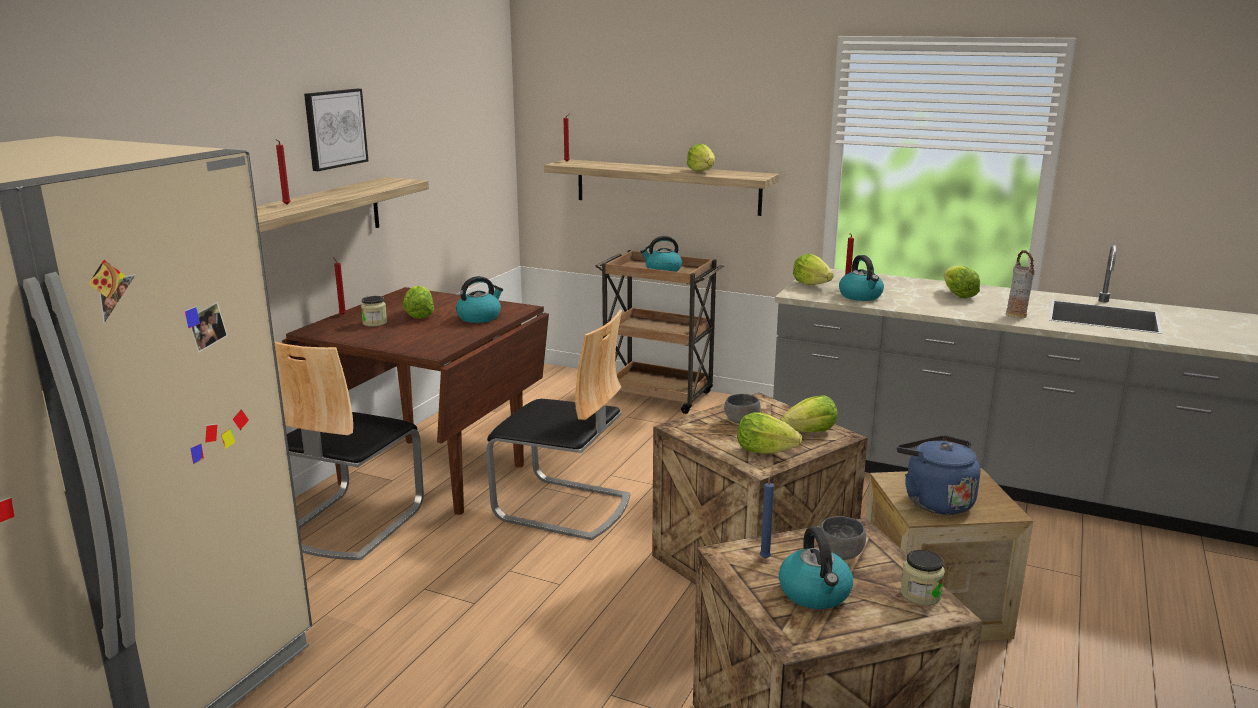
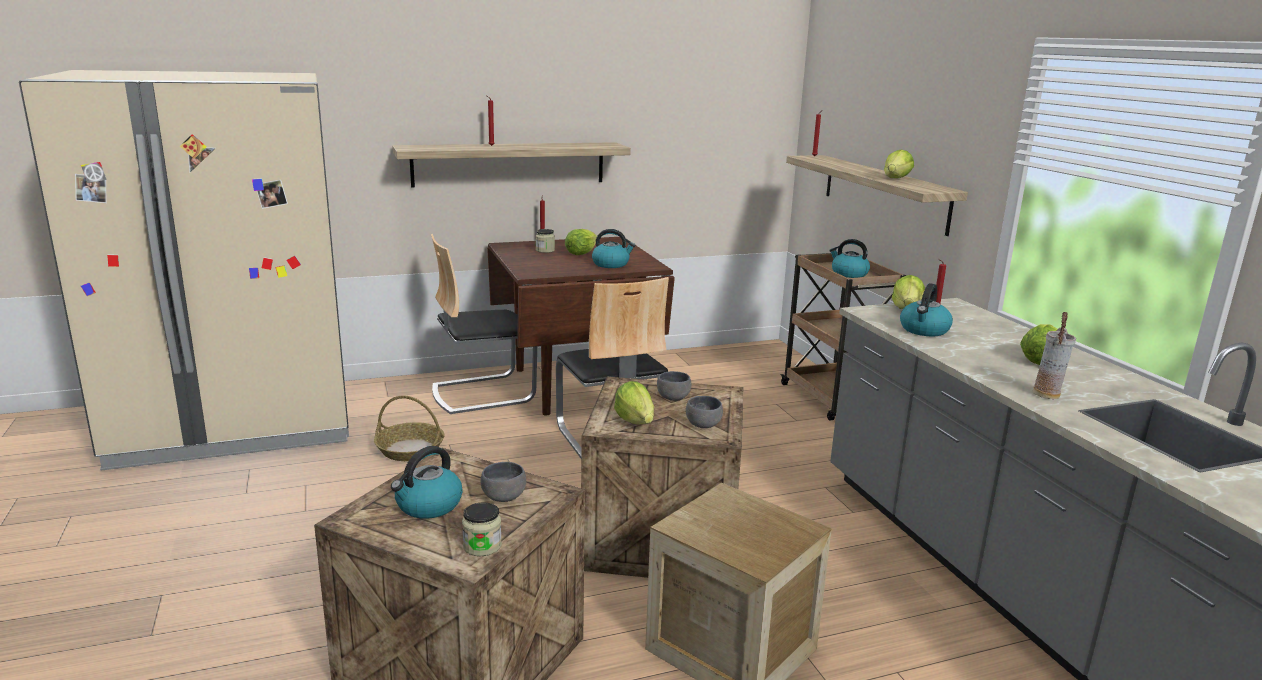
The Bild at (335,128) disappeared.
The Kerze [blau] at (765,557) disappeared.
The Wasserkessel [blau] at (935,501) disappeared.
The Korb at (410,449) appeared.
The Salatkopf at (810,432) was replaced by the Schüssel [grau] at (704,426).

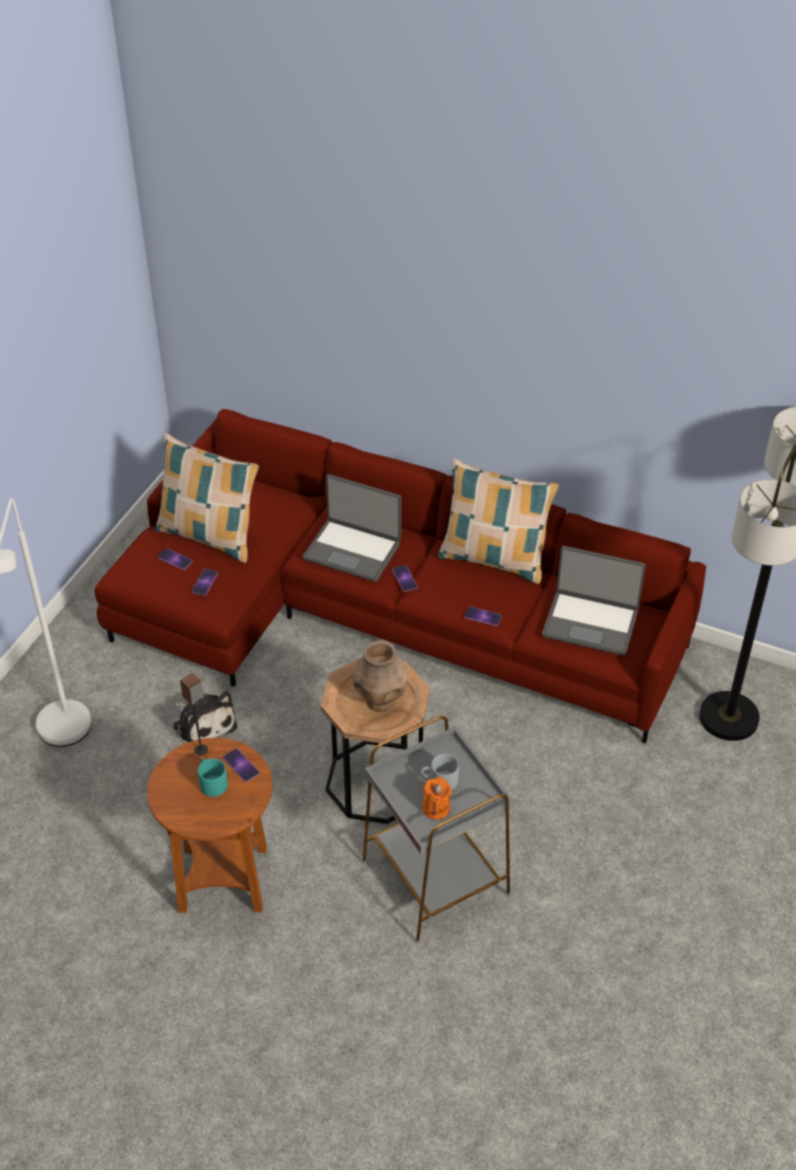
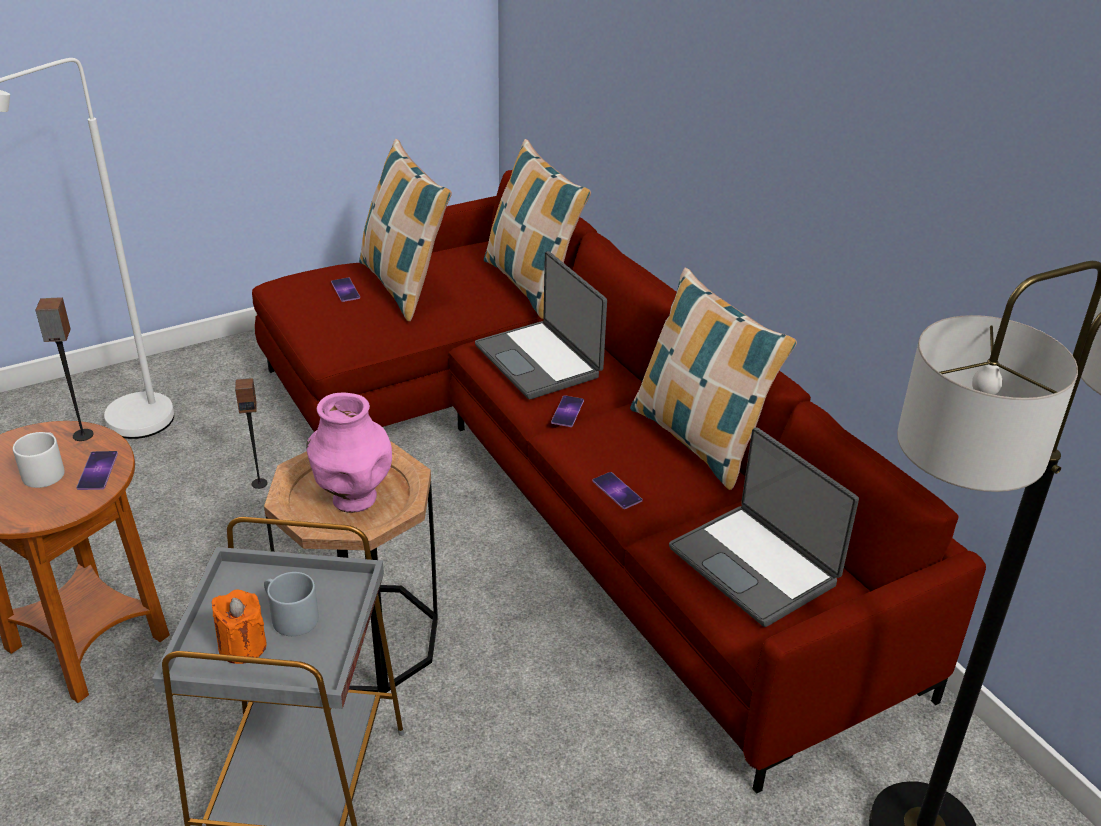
The Handy at (205,582) disappeared.
The Kissen at (531,285) appeared.
The Plüschtier at (203,724) was replaced by the Lautsprecher at (259,483).
The Henkelbecher [türkis] at (211,782) became the Henkelbecher [weiß] at (45,470).
The Vase [braun] at (380,702) became the Vase [rosa] at (353,499).

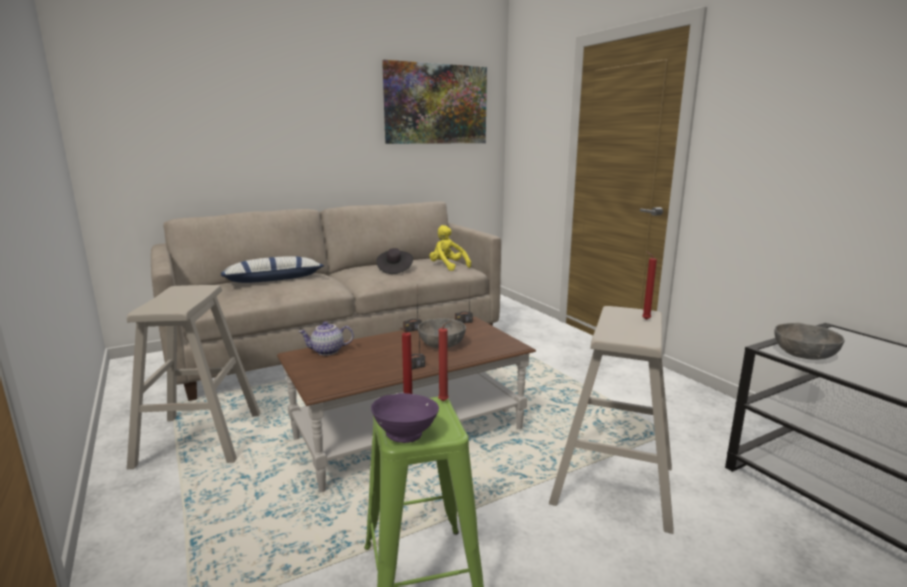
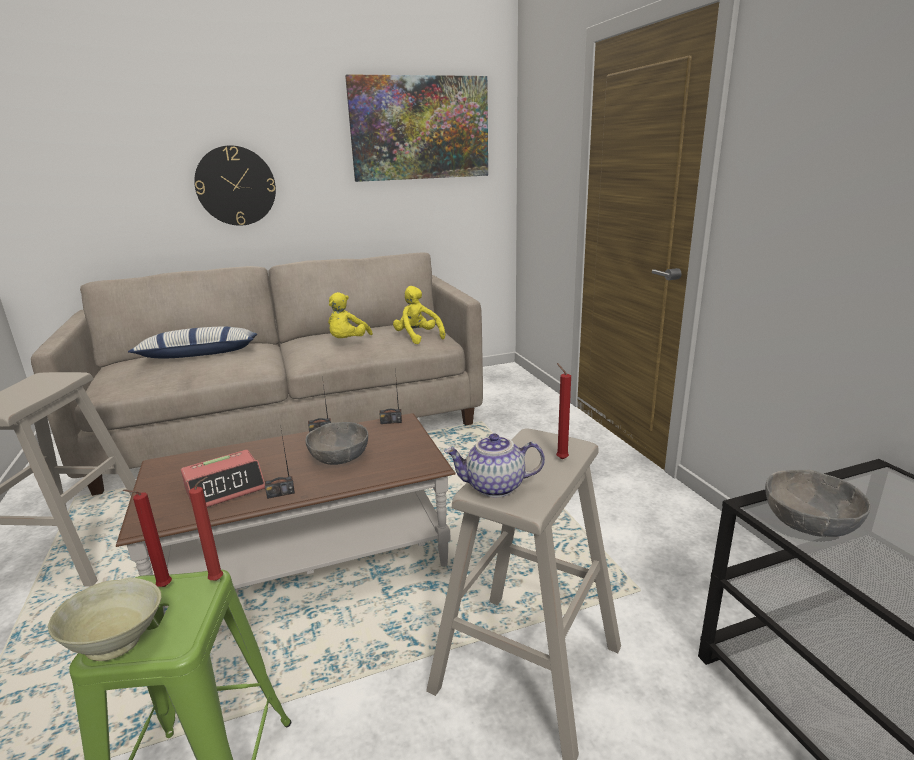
The Wecker at (225,488) appeared.
The Wanduhr at (236,186) appeared.
The Teekanne moved from (327,351) to (494,487).
The Hut [schwarz] at (394,270) was replaced by the Plüschtier [gelb] at (348,342).
The Schüssel [lila] at (406,434) became the Schüssel [beige] at (118,642).

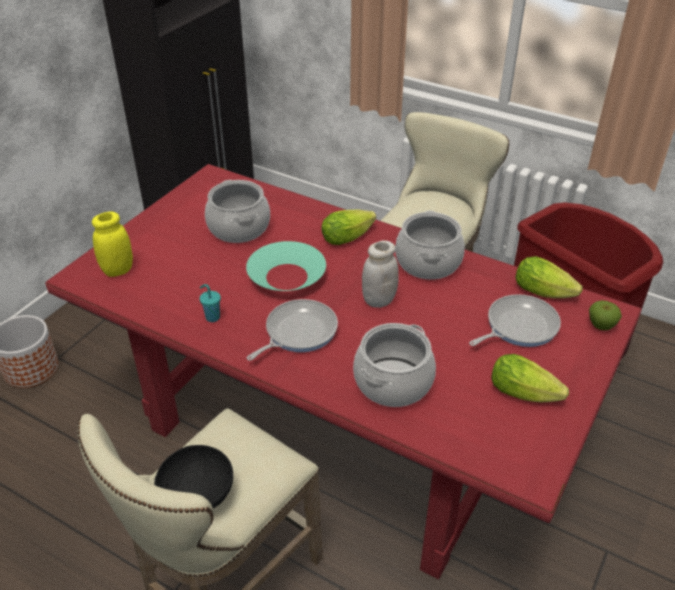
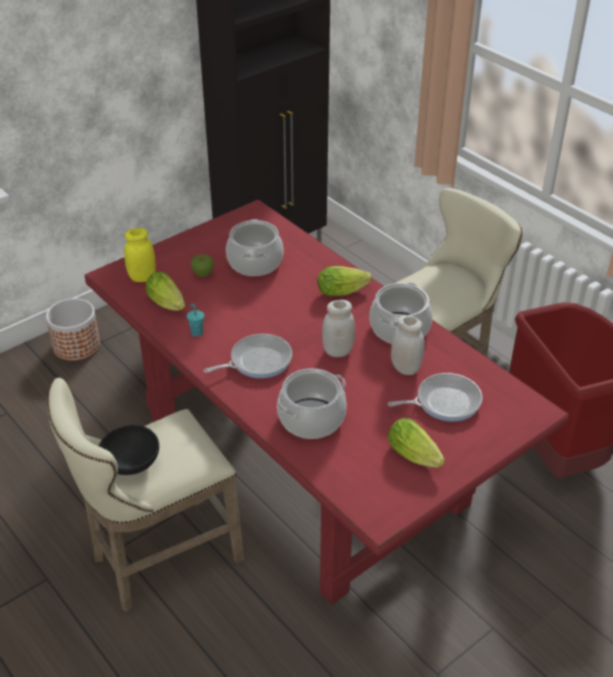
The Schüssel [türkis] at (286,276) disappeared.
The Vorratsglas [weiß] at (405,368) appeared.
The Salatkopf moved from (546,292) to (168,304).
The Apfel moved from (601,326) to (203,274).

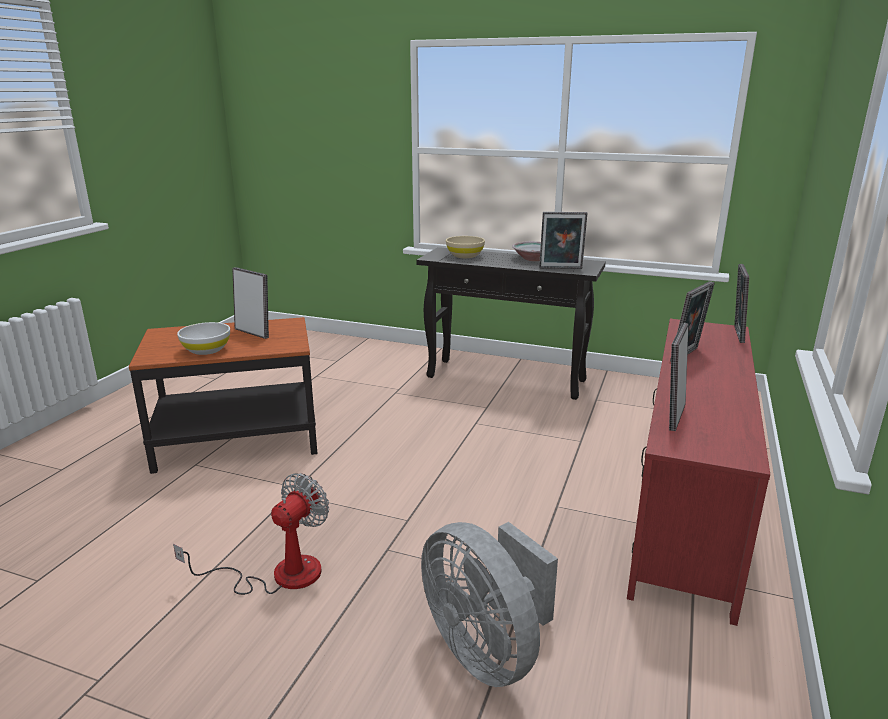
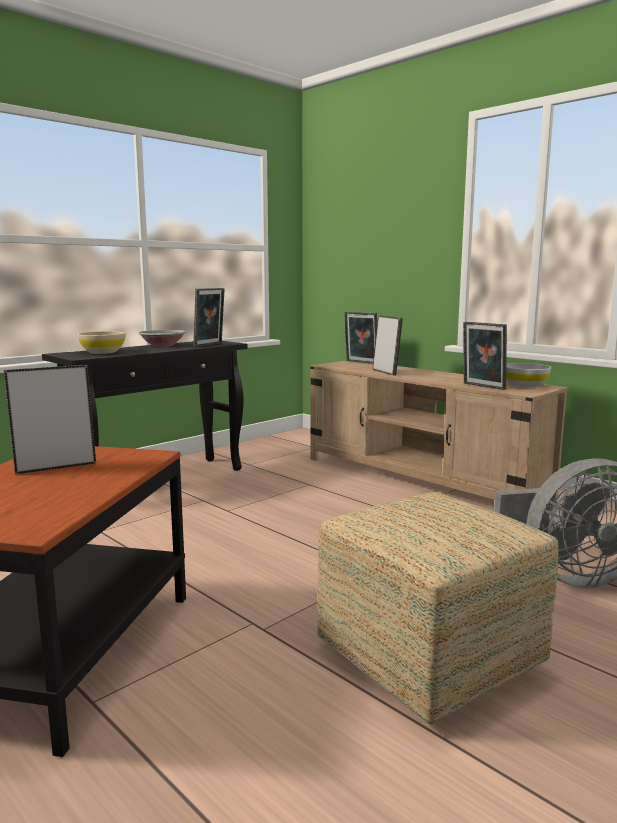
The Schüssel [weiß] moved from (206,350) to (524,385).
The Ventilator at (279,574) was replaced by the Polsterhocker at (428,659).
The Fernsehschrank [rot] at (686,501) became the Fernsehschrank [beige] at (421,478).

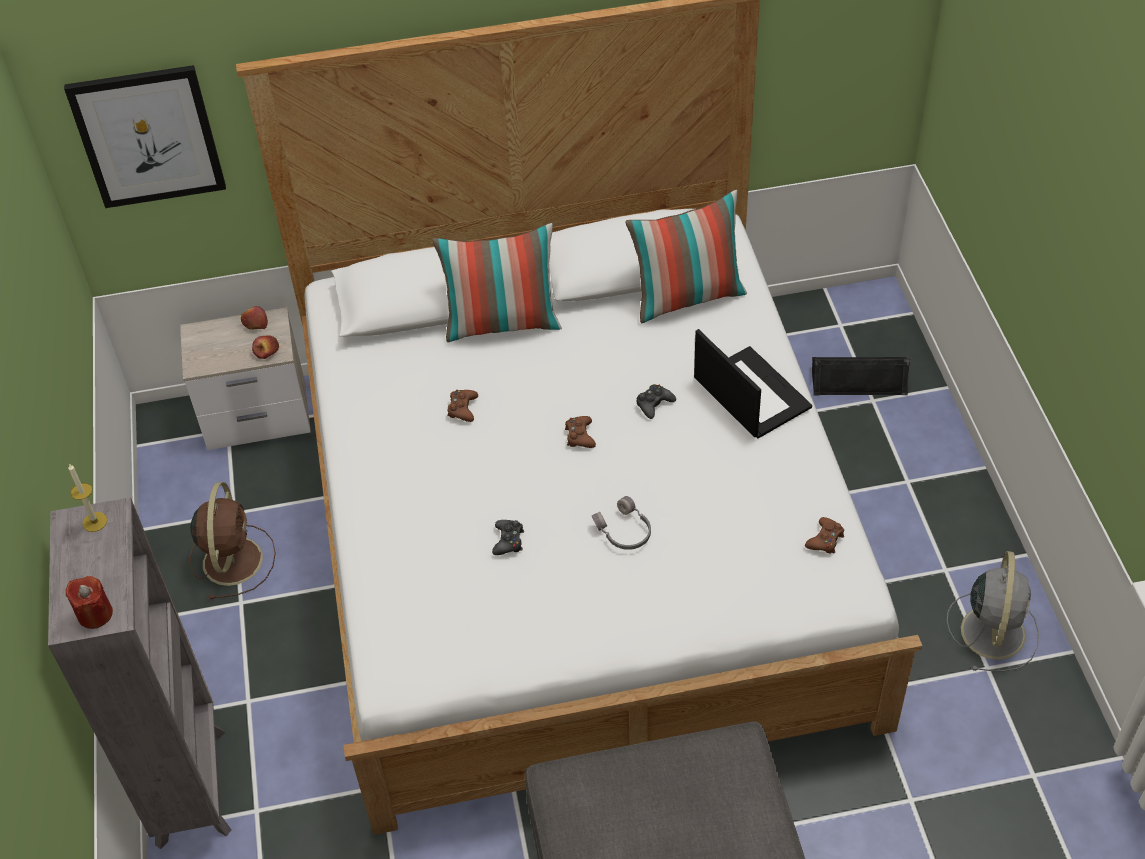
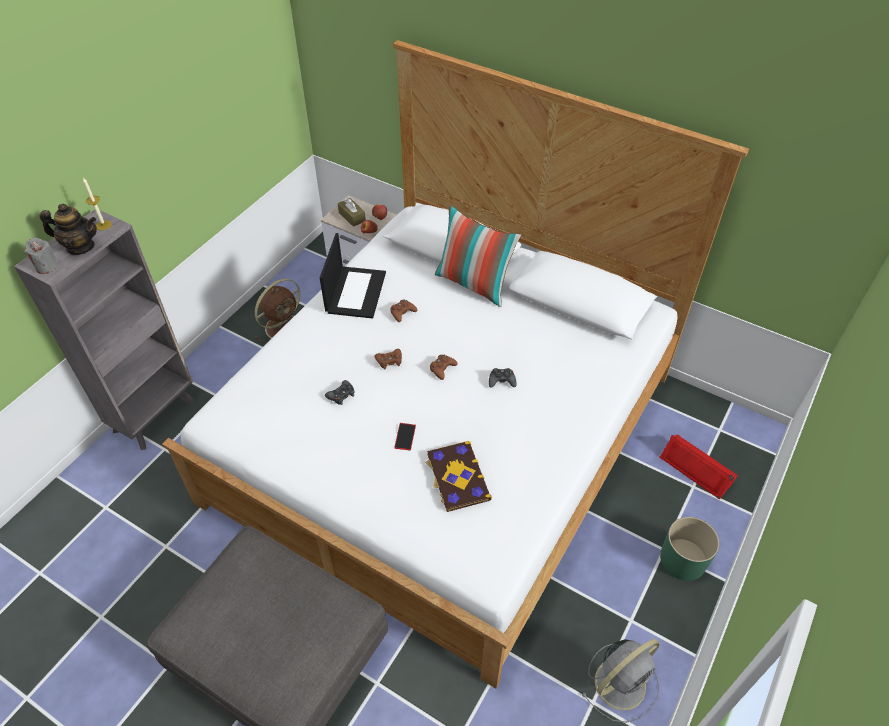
The Bild at (148,136) disappeared.
The Kissen at (687,297) disappeared.
The Teekanne at (80,246) appeared.
The Taschentuchbox [braun] at (352,217) appeared.
The Buch at (457,477) appeared.
The Pflanzkübel [grün] at (682,559) appeared.
The Laptop moved from (750,393) to (355,292).
The Gamepad [braun] moved from (825,540) to (389,361).
The Kopfhörer [grau] at (624,531) was replaced by the Handy at (405,436).
The Kerze [rot] at (95,614) became the Kerze [grau] at (47,266).
The Lautsprecher [schwarz] at (858,379) became the Lautsprecher [rot] at (697,468).

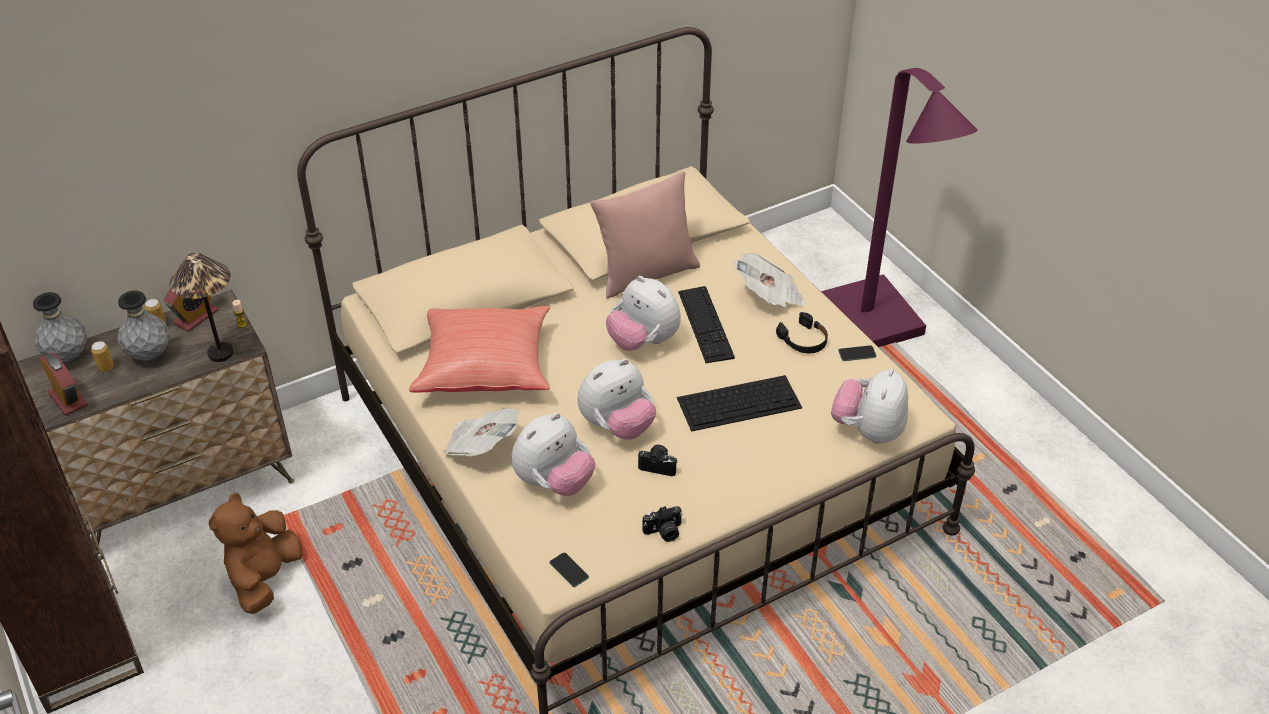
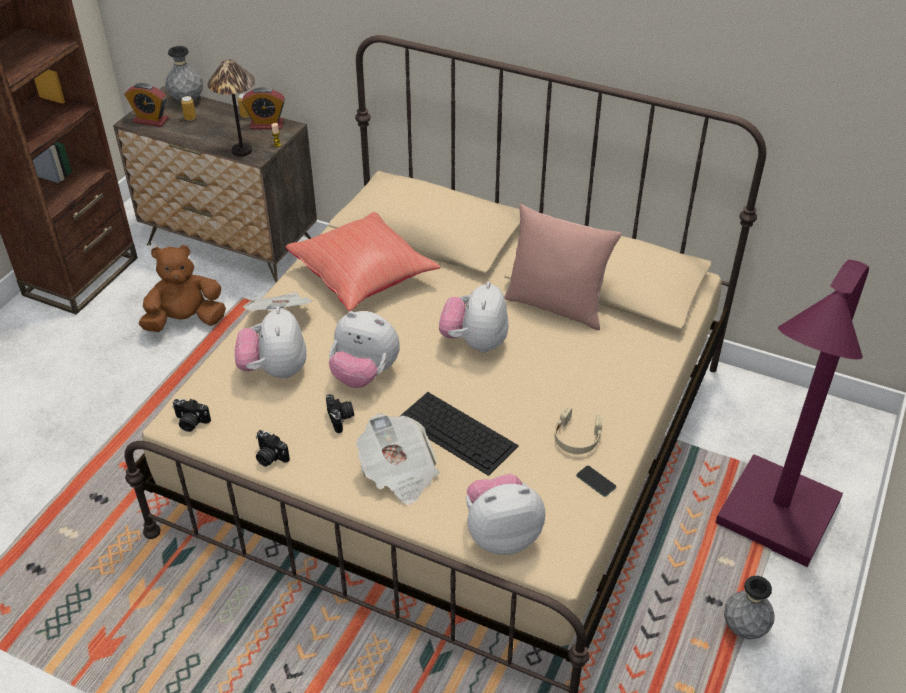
The Tastatur at (705,324) disappeared.
The Vase [grau] moved from (149,355) to (744,628).
The Zeitung moved from (769,296) to (399,473).
The Handy at (569,570) was replaced by the Kamera at (190,422).
The Kopfhörer [schwarz] at (803,340) became the Kopfhörer [beige] at (577,437).
The Wecker at (68,399) turned 90 degrees clockwise.
The Plüschtier at (554,482) turned 75 degrees clockwise.

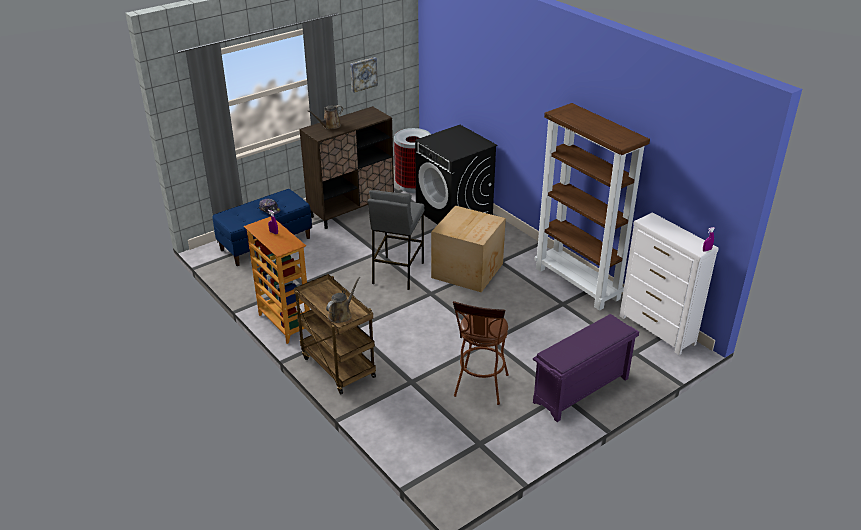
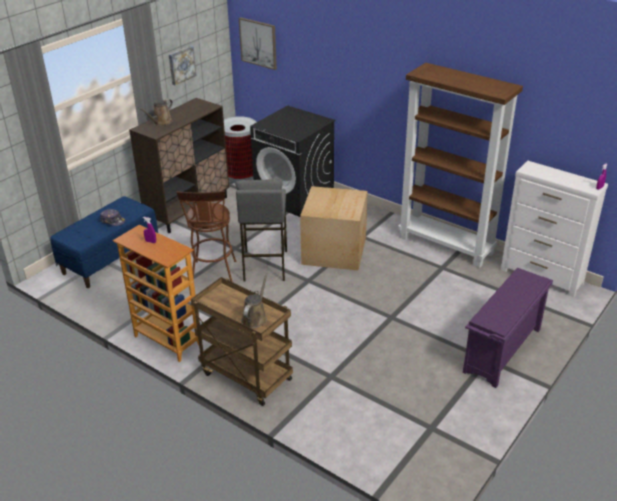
The Bild at (258,43) appeared.
The Hocker [braun] moved from (480,389) to (213,276).

